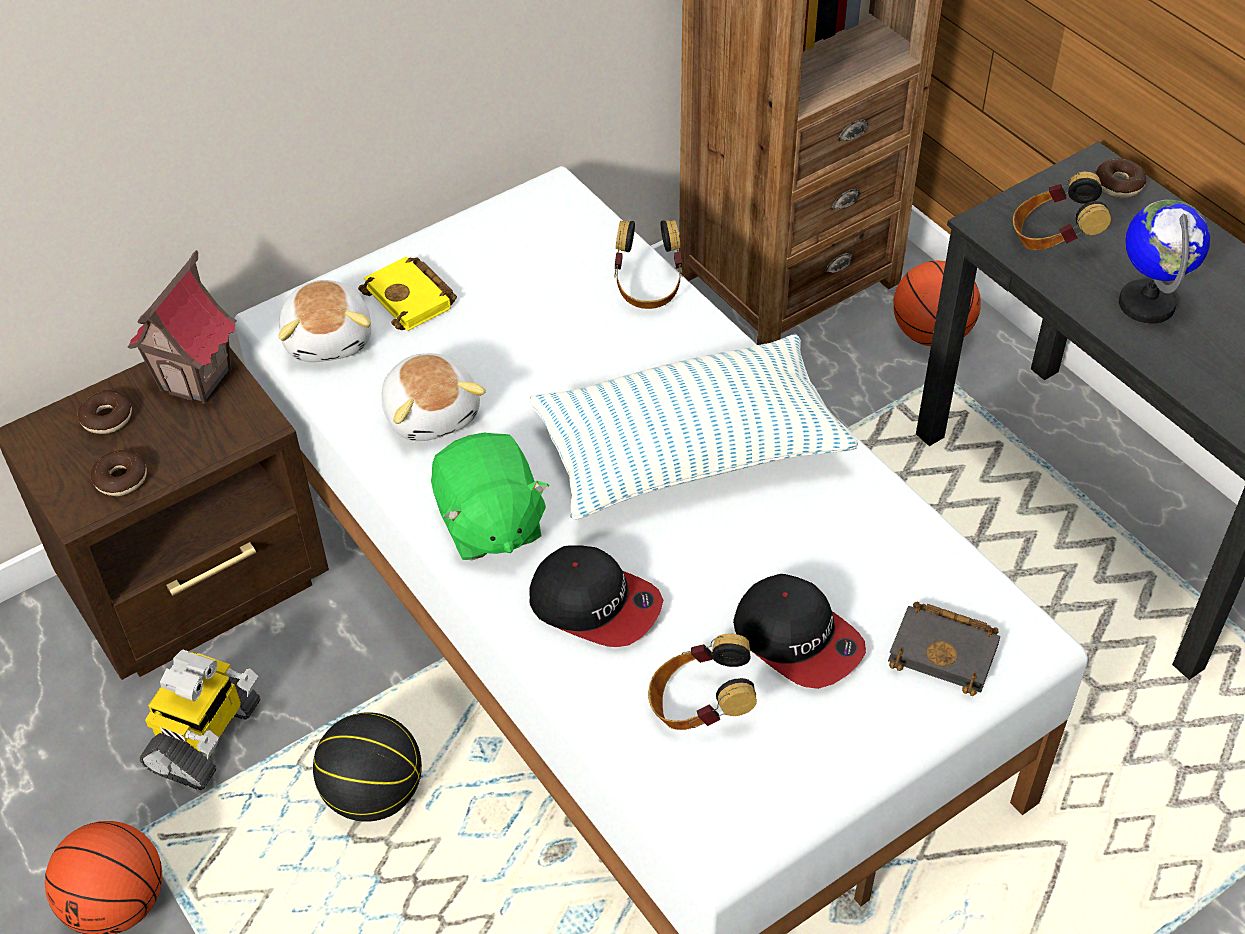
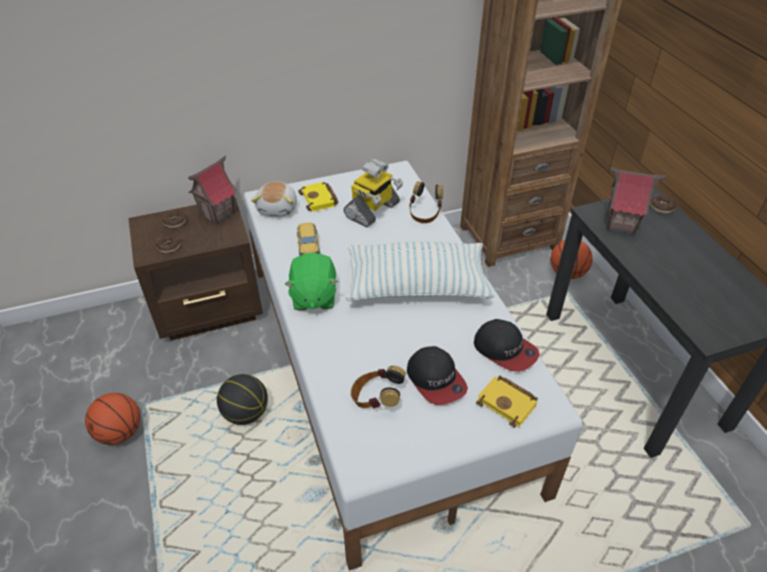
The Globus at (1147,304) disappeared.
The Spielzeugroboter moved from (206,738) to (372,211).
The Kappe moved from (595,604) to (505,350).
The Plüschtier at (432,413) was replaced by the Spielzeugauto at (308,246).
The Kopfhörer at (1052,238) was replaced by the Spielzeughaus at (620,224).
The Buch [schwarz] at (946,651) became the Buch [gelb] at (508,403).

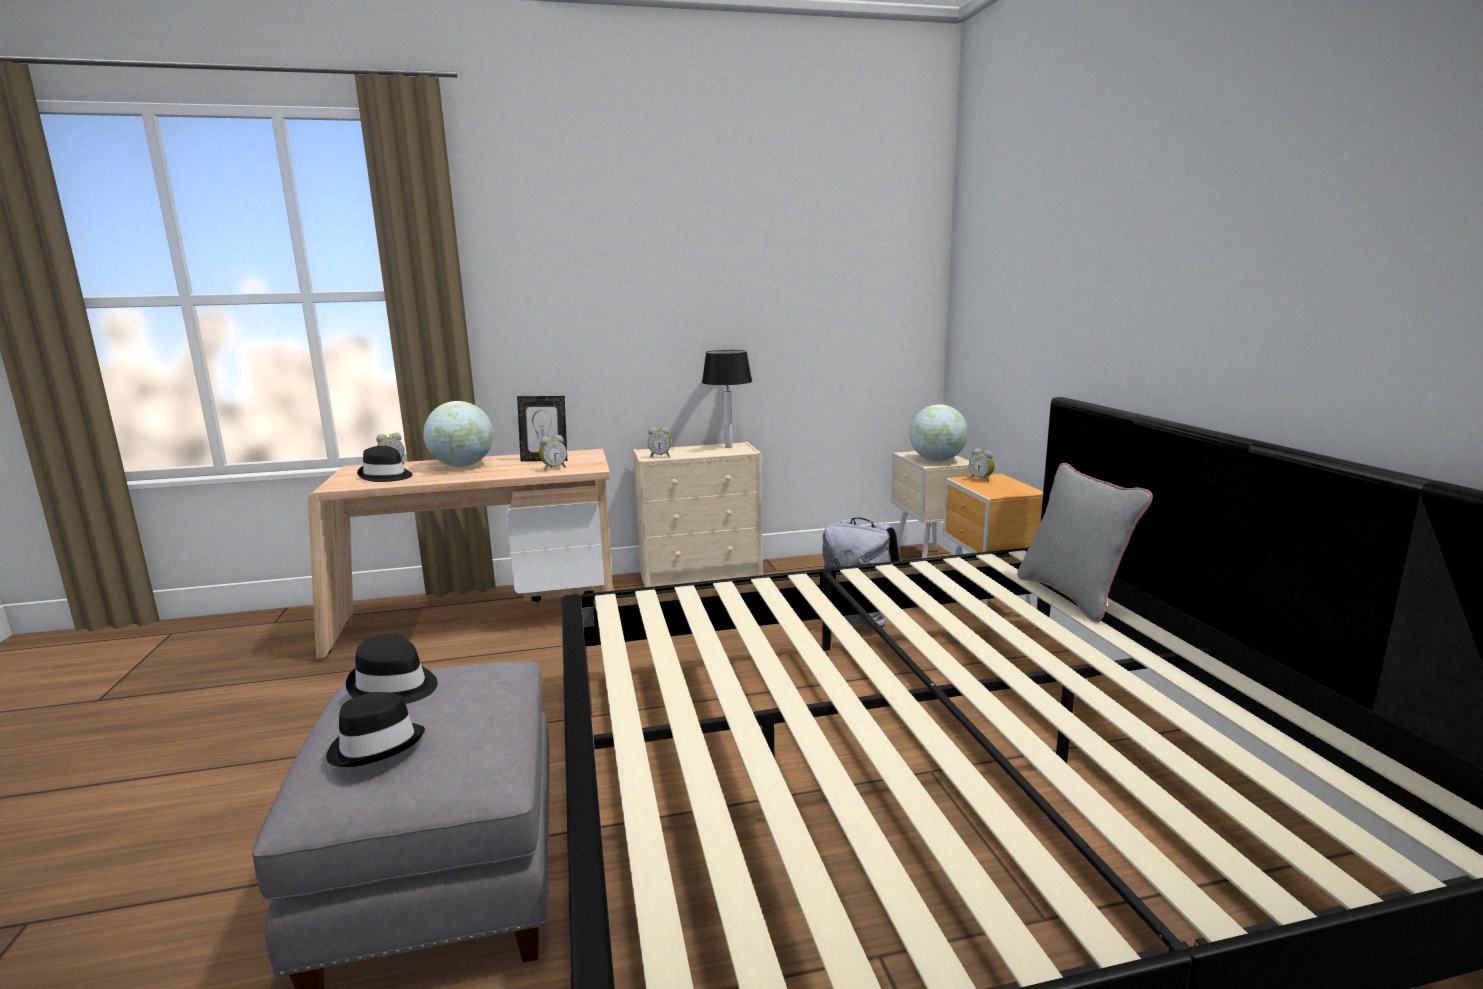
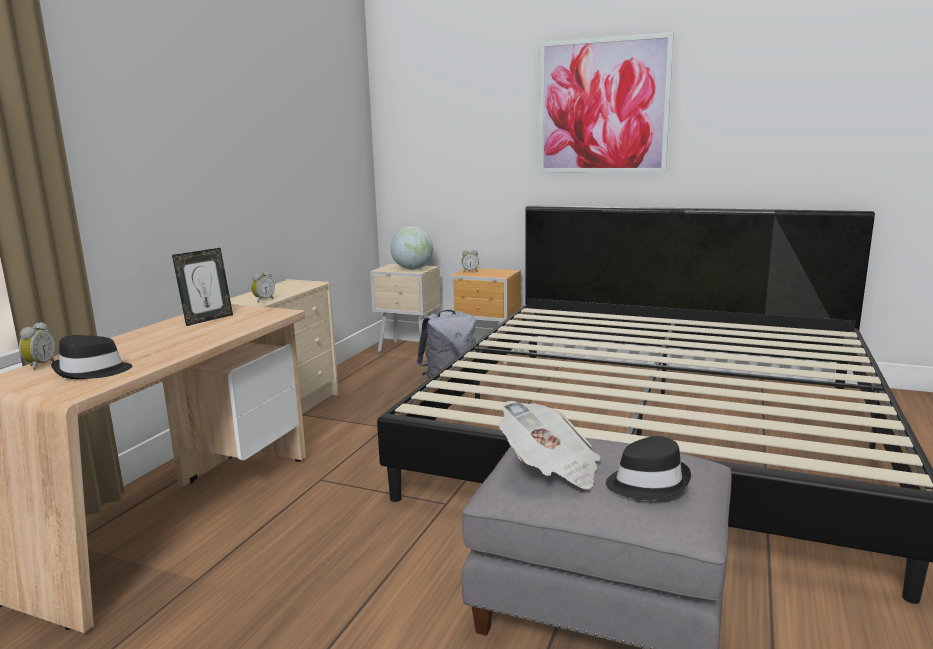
The Globus at (462,466) disappeared.
The Wecker at (553,468) disappeared.
The Tischlampe at (728,447) disappeared.
The Kissen [grau] at (1073,596) disappeared.
The Bild at (602,106) appeared.
The Hut [schwarz] at (393,686) was replaced by the Zeitung at (551,469).

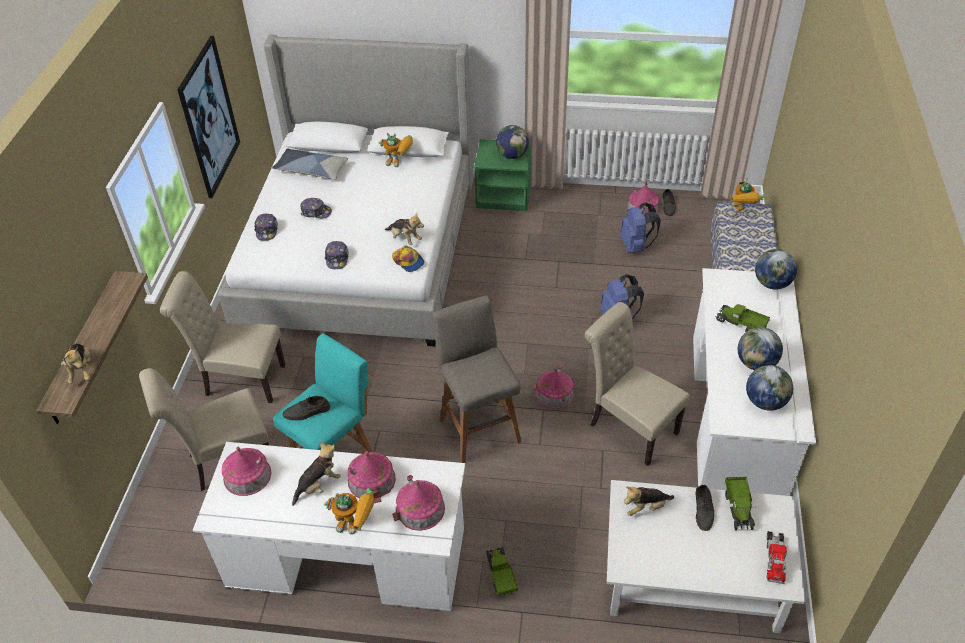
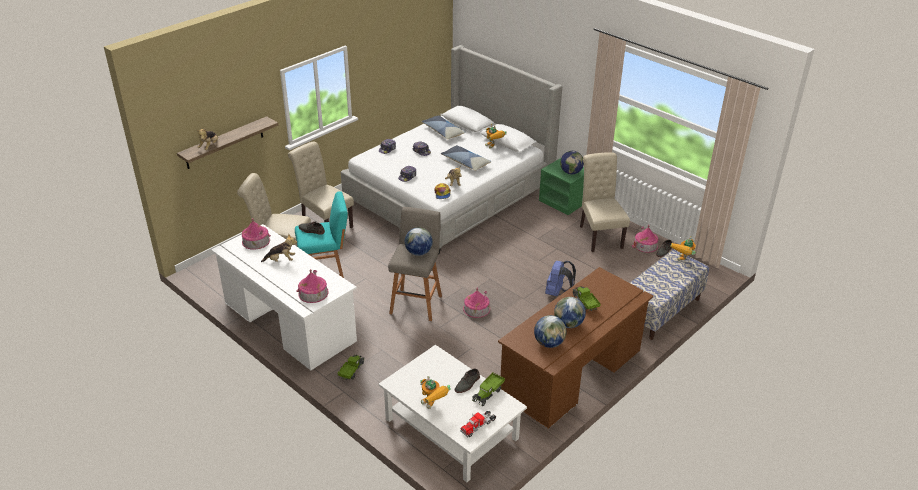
The Bild at (209,118) disappeared.
The Spielzeughaus at (371,480) disappeared.
The Rucksack [blau] at (636,246) disappeared.
The Plüschtier at (645,507) disappeared.
The Kissen at (465,162) appeared.
The Spielzeugroboter moved from (356,525) to (433,405).
The Stuhl [beige] moved from (629,426) to (599,235).
The Globus moved from (771,283) to (418,252).
The Schreibtisch [weiß] at (737,415) became the Schreibtisch [braun] at (572,374).

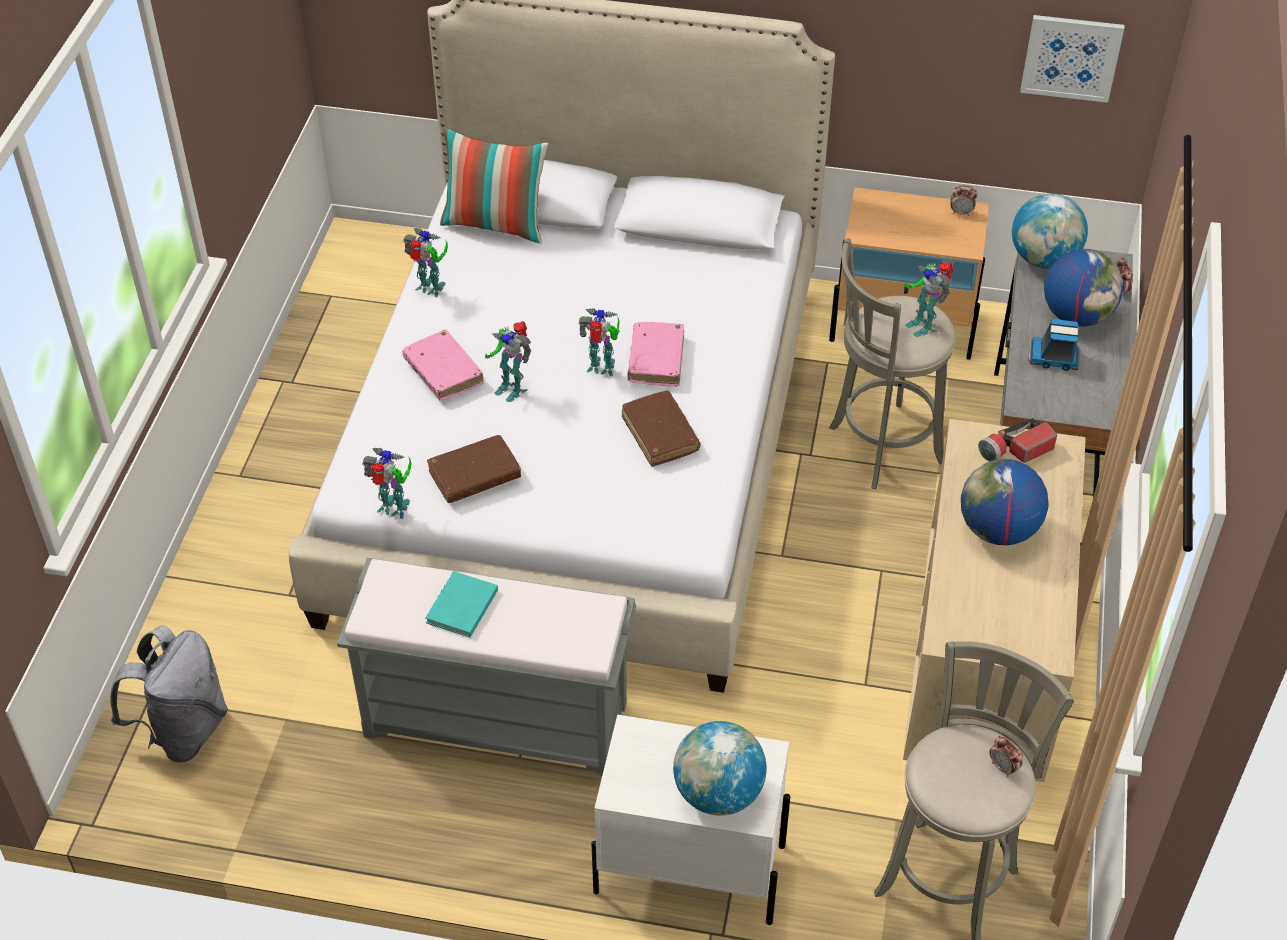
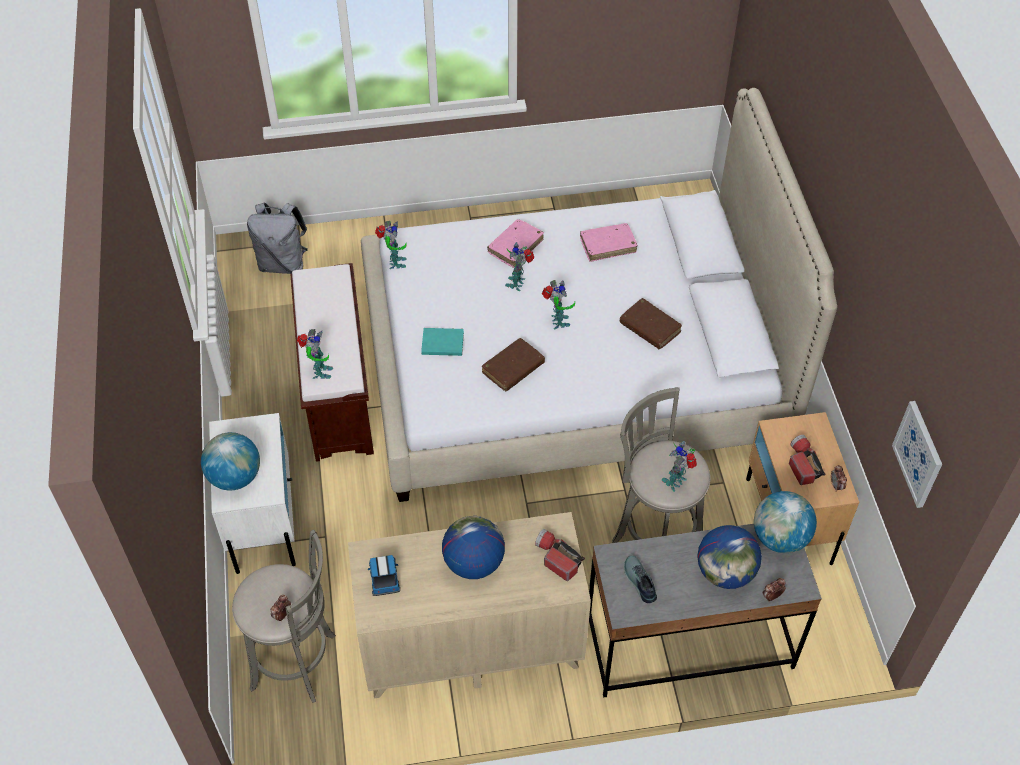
The Kissen at (495,224) disappeared.
The Schuh at (638,582) appeared.
The Taschenlampe at (802,464) appeared.
The Spielzeugroboter moved from (430,289) to (319,372).
The Buch [türkis] moved from (460,607) to (441,342).
The Buch [braun] moved from (475,476) to (650,328).
The Buch [rosa] moved from (656,360) to (608,246).
The Spielzeuglaster moved from (1054,358) to (384,579).
The Bank [grau] at (499,718) became the Bank [braun] at (339,396).

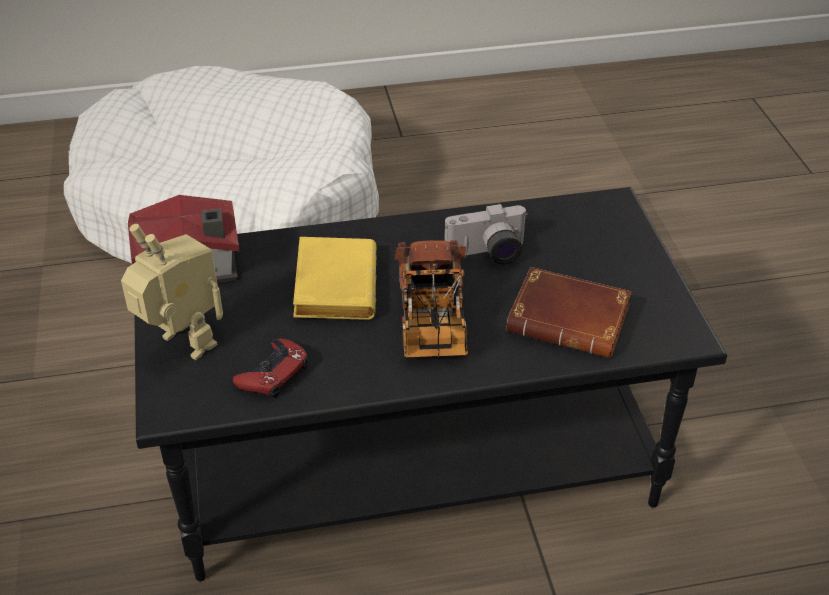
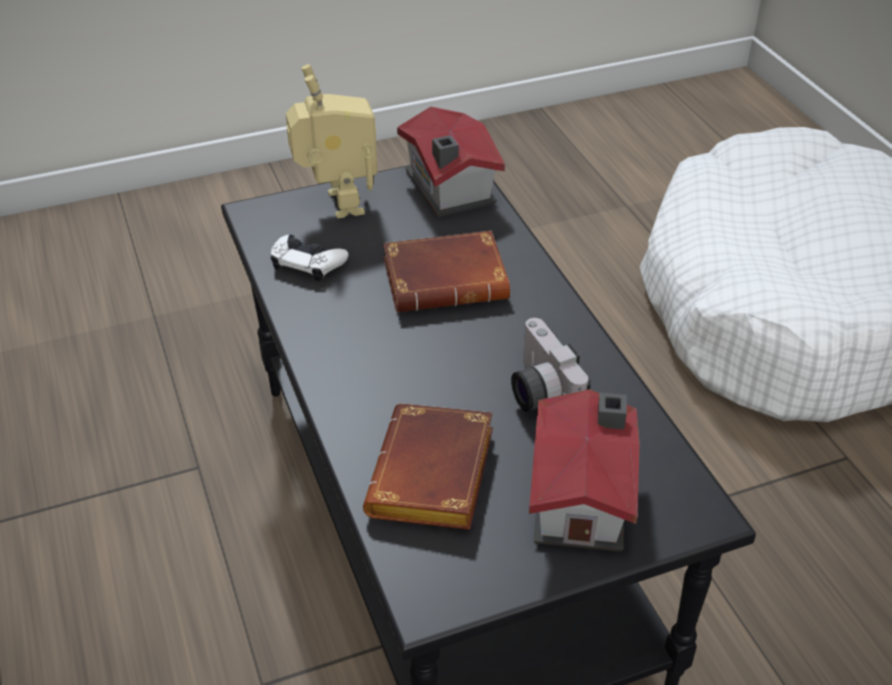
The Spielzeuglaster at (431,325) disappeared.
The Spielzeughaus at (584,497) appeared.
The Gamepad [rot] at (273,374) became the Gamepad [weiß] at (307,262).
The Buch [gelb] at (332,285) became the Buch [braun] at (448,279).
The Spielzeugroboter at (182,346) turned 45 degrees counterclockwise.

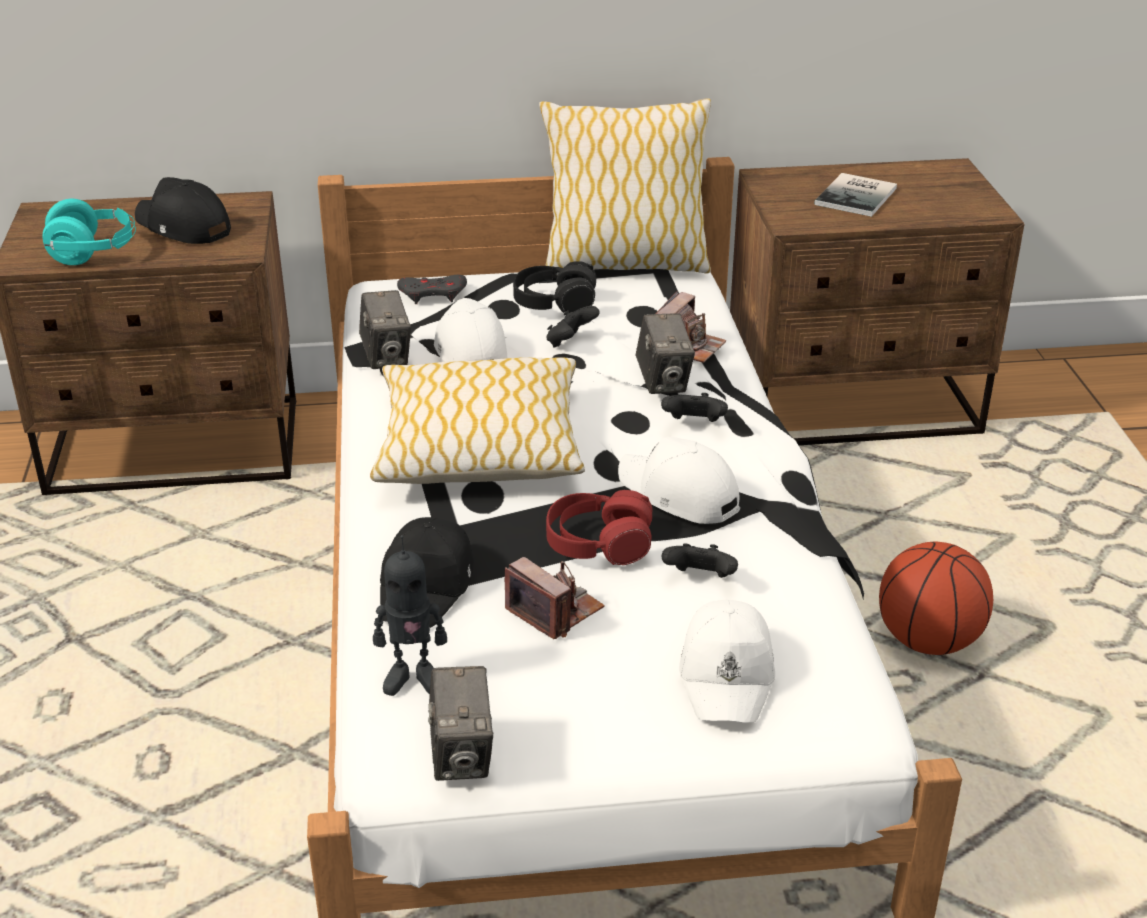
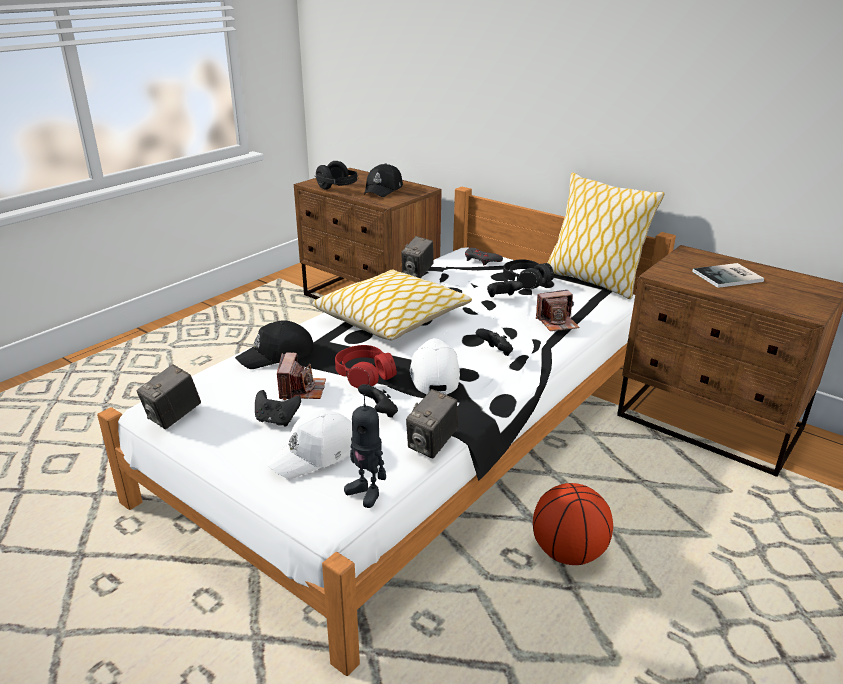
The Kappe [weiß] at (469,350) disappeared.
The Gamepad [schwarz] at (276,420) appeared.
The Spielzeugroboter moved from (412,678) to (366,492).
The Kamera moved from (663,382) to (432,445).
The Kopfhörer [türkis] at (94,253) became the Kopfhörer [schwarz] at (338,188).
The Kappe [schwarz] at (182,227) turned 150 degrees counterclockwise.

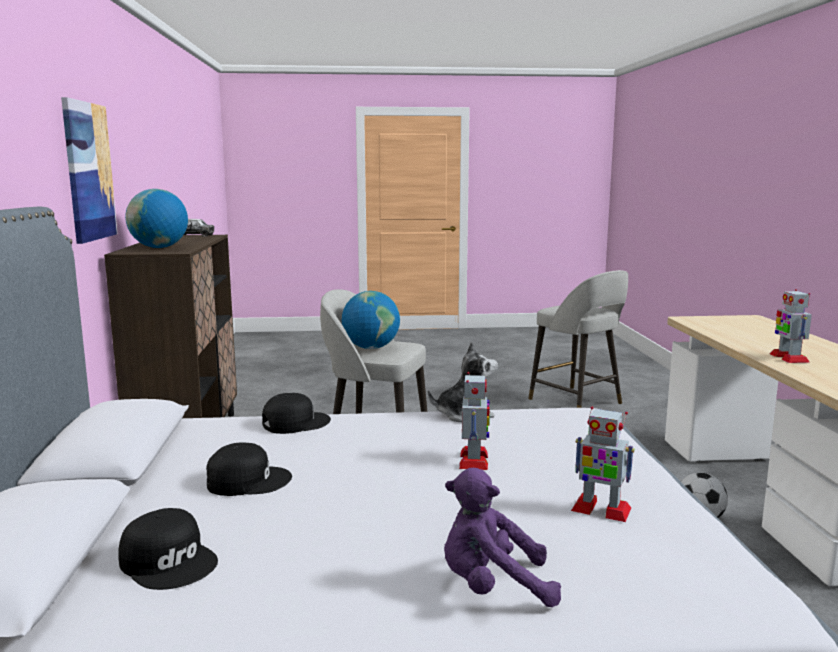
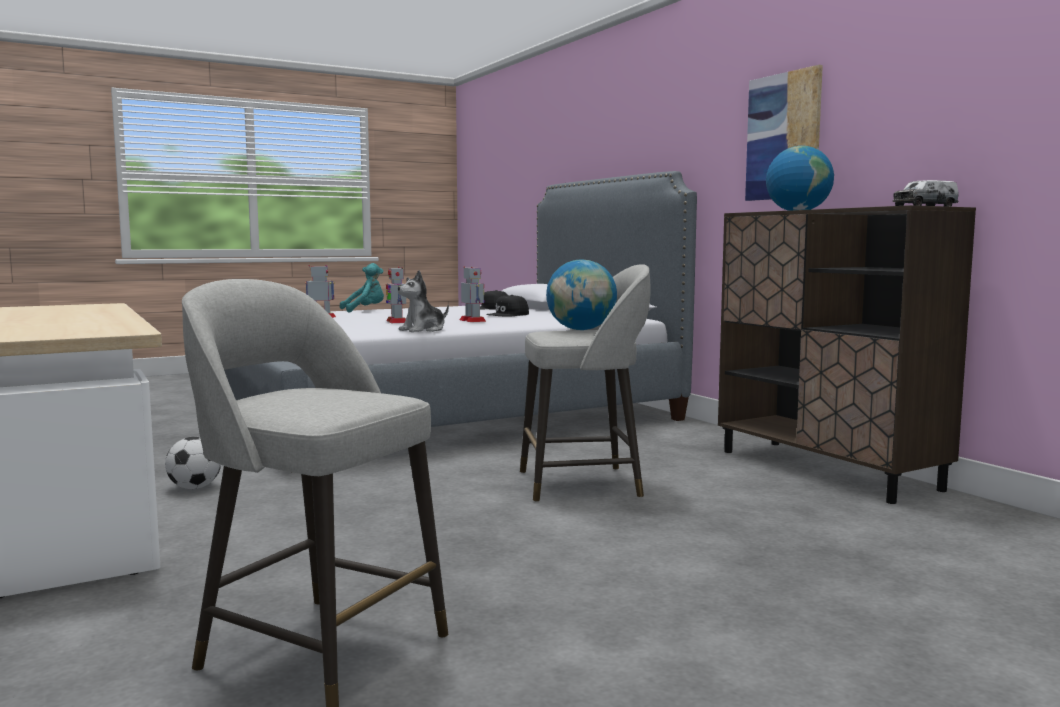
The Kappe [schwarz] at (295,423) disappeared.
The Spielzeugroboter moved from (788,358) to (472,321).
The Plüschtier [lila] at (492,587) became the Plüschtier [türkis] at (365,310).

